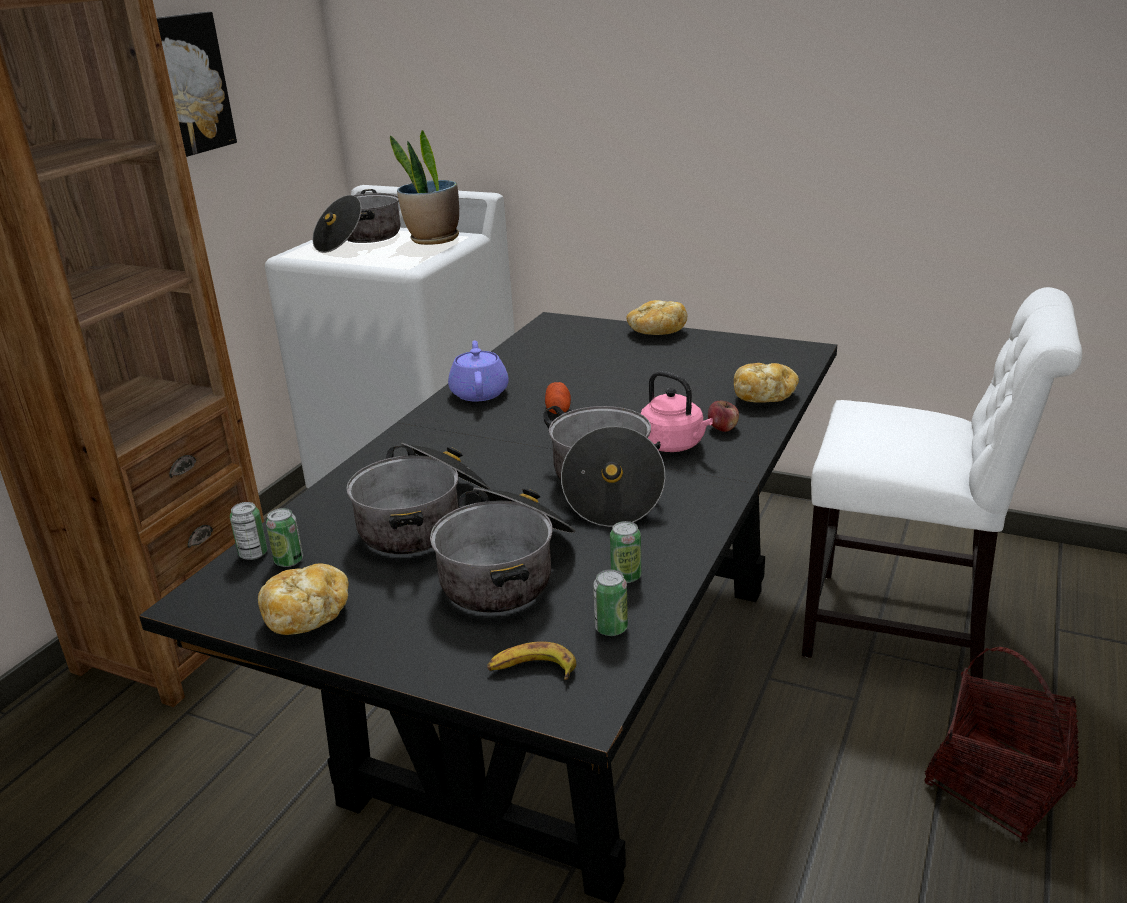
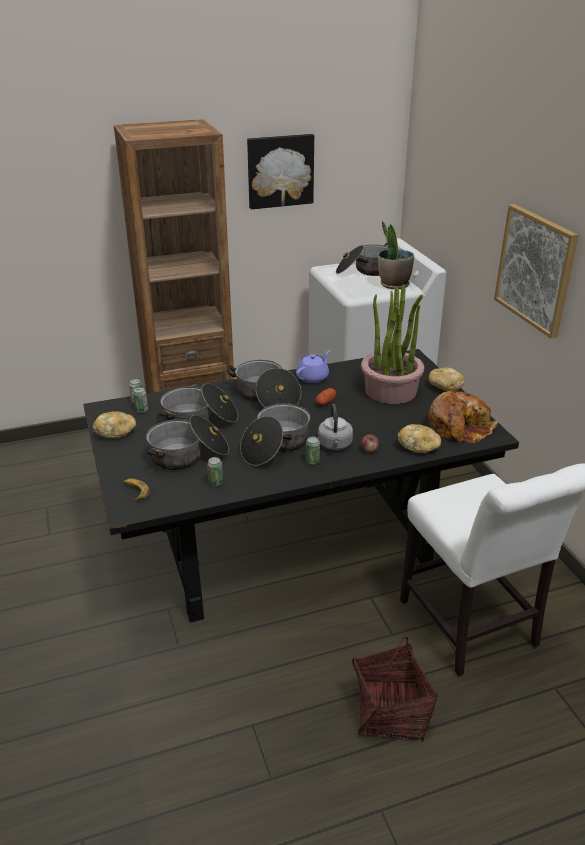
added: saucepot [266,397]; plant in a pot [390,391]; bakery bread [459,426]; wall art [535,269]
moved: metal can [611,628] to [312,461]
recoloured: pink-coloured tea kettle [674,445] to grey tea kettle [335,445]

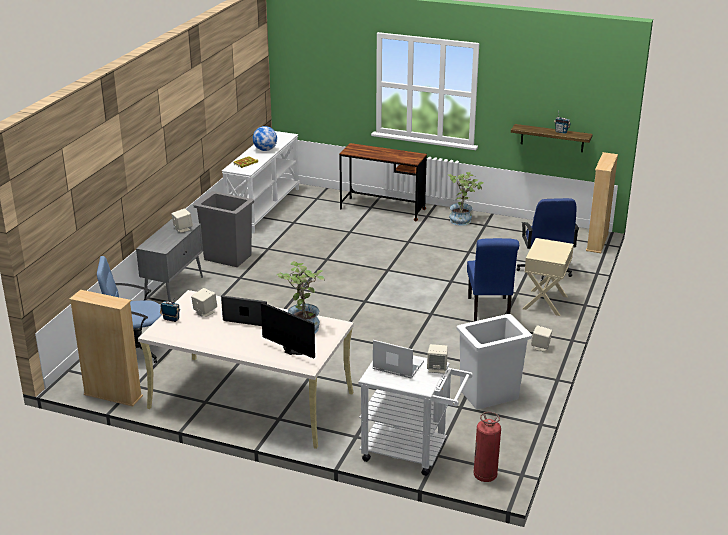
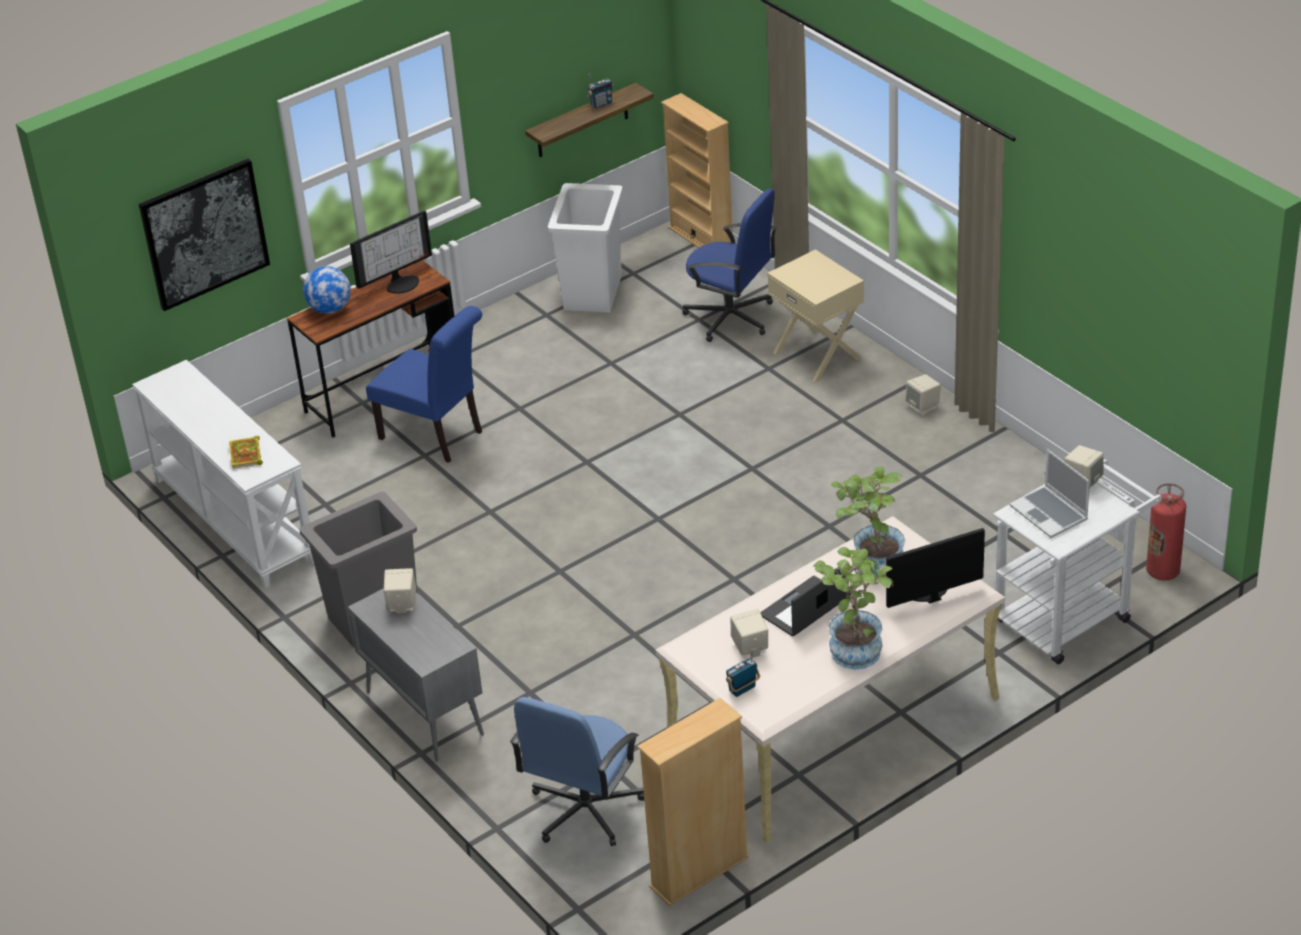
added: wall art [204,233]; computer screen [401,283]
moved: world globe [265,150] to [330,309]; plant in a pot [463,220] to [855,647]; white-coloured trash can [490,395] to [593,292]; blue plain chair [489,312] to [436,436]
turned: portable computer [397,366] = [1050,513] 90 degrees counterclockwise

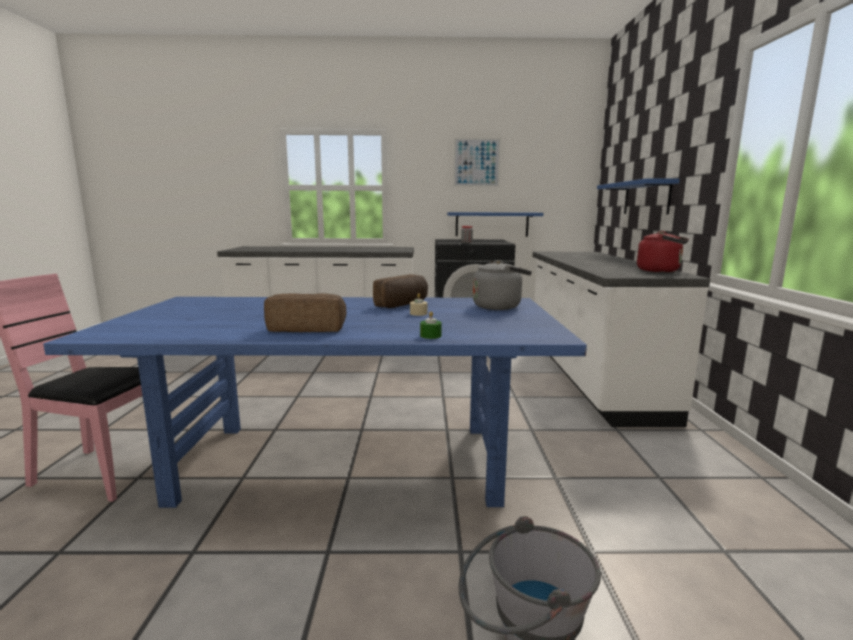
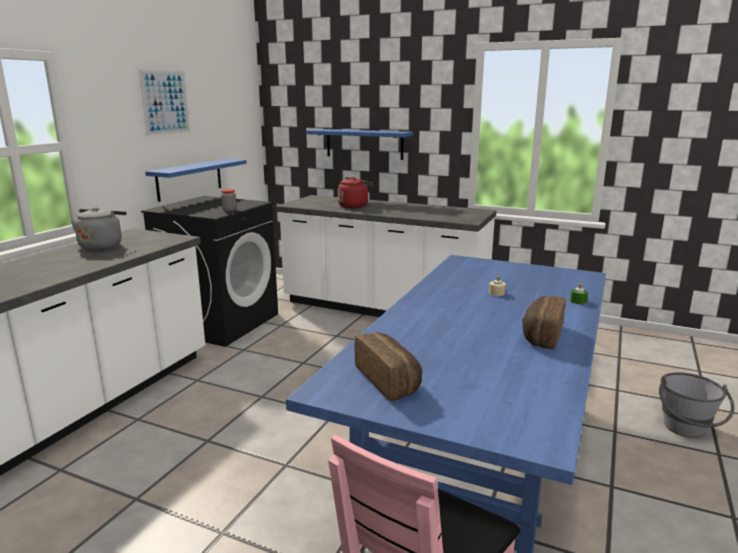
moved: bakery bread [403,304] to [390,380]; grey tea kettle [499,306] to [102,246]; reddish tea kettle [661,271] to [354,206]

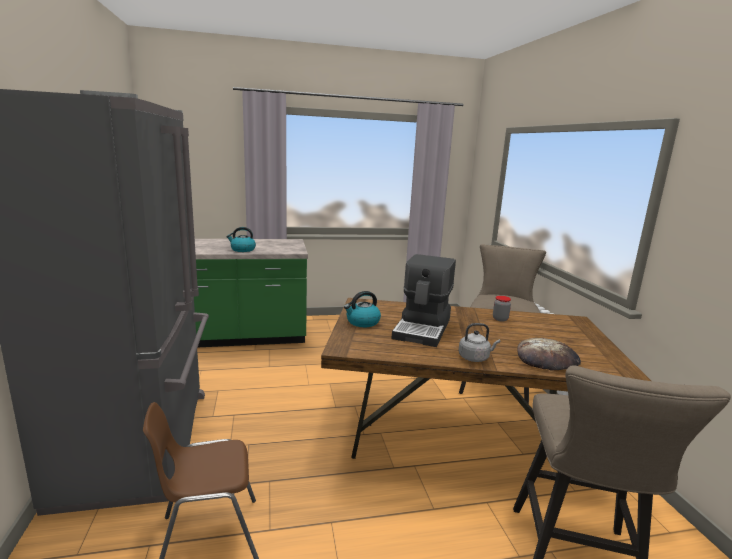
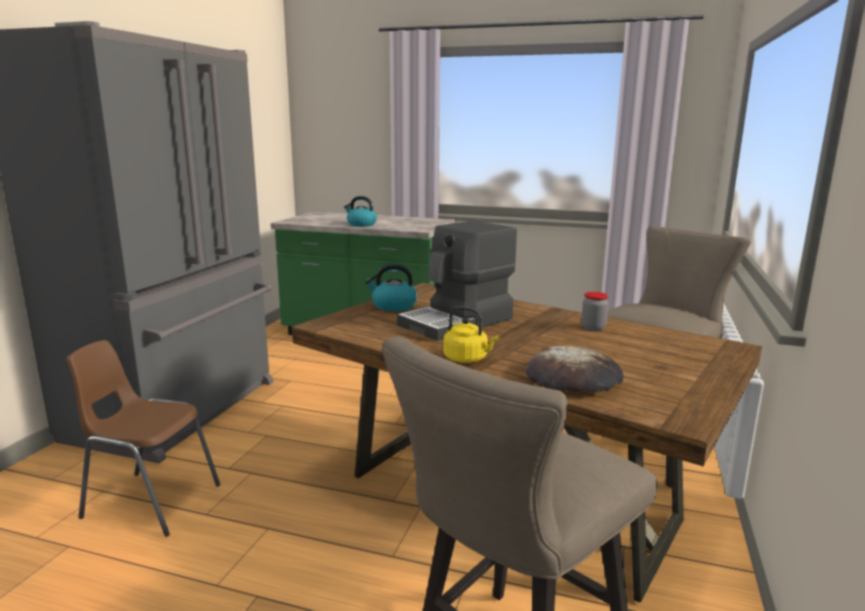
recoloured: grey tea kettle [475,358] to yellowish tea kettle [467,359]

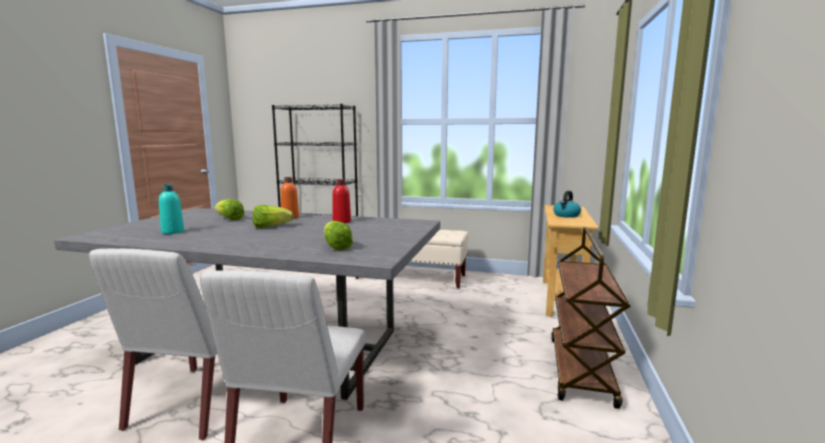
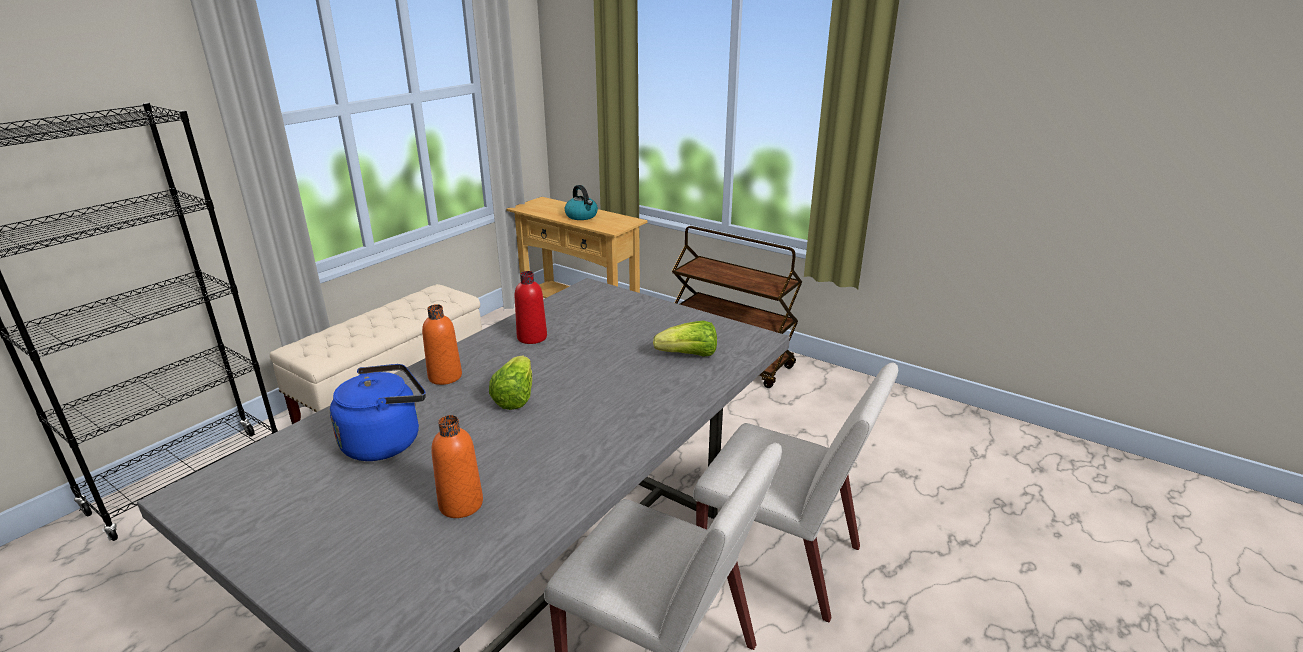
replaced: lettuce head [229,219] to blue tea kettle [386,441]
recoloured: turquoise-coloured drink bottle [173,232] to orange-coloured drink bottle [461,504]

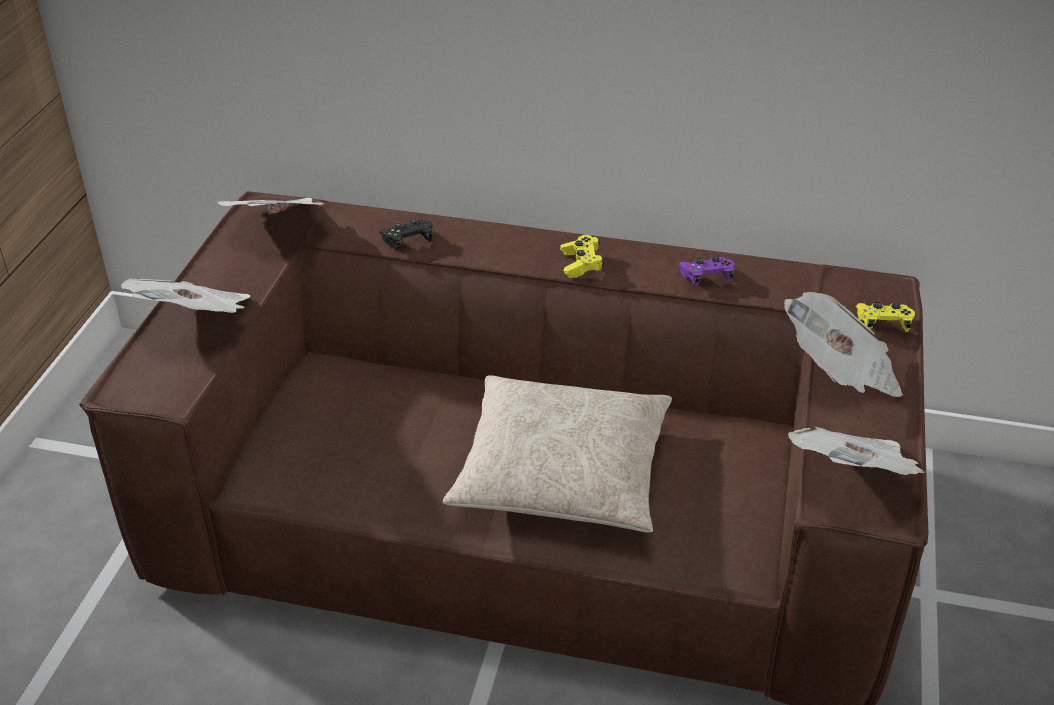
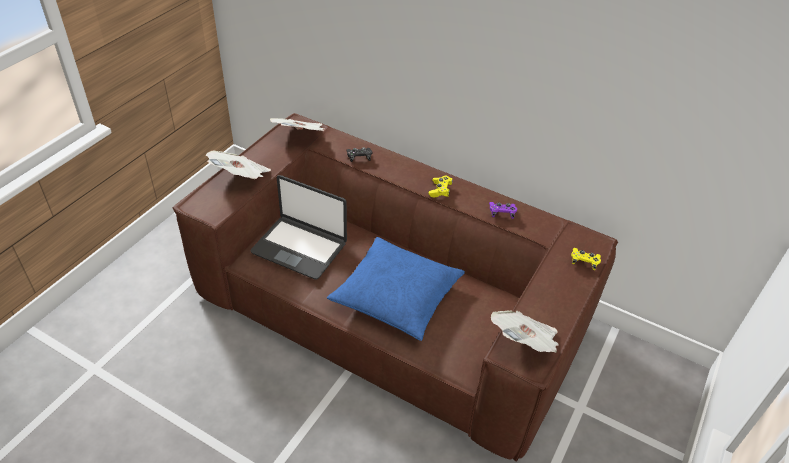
removed: printed paper [840,372]
added: portable computer [300,247]
recoloured: beige-coloured throw pillow [562,471] to blue throw pillow [396,295]

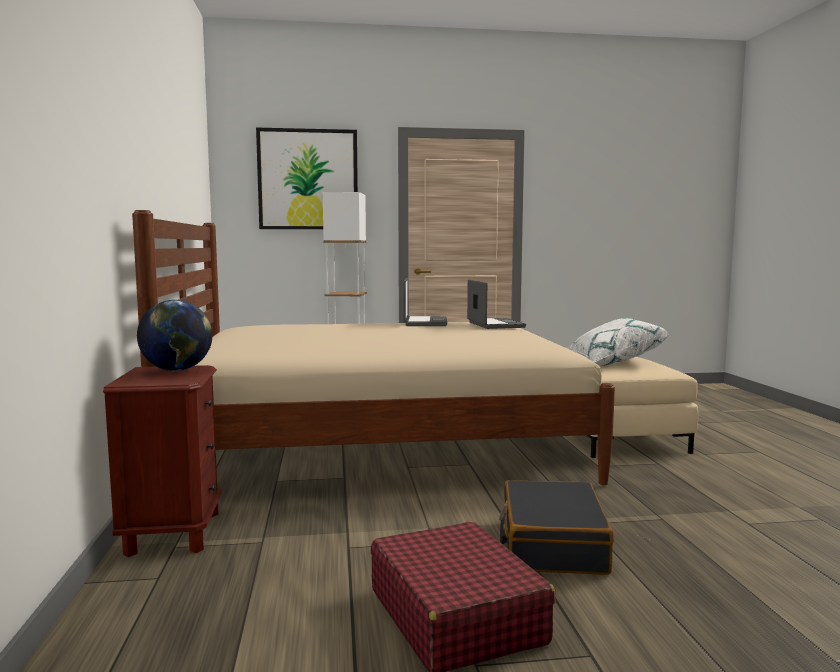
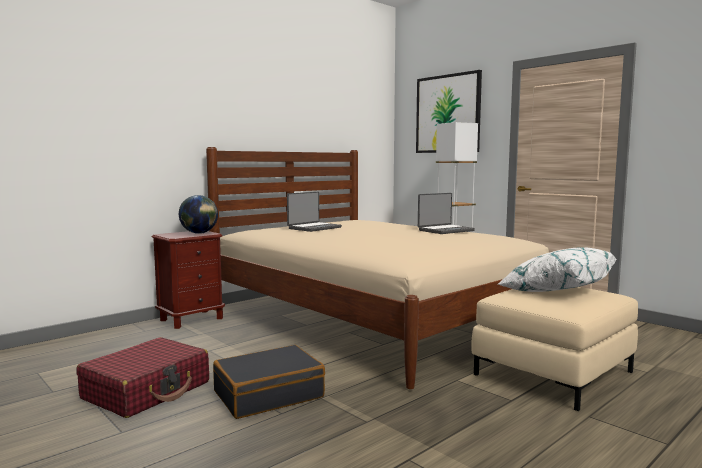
moved: portable computer [494,325] to [314,228]

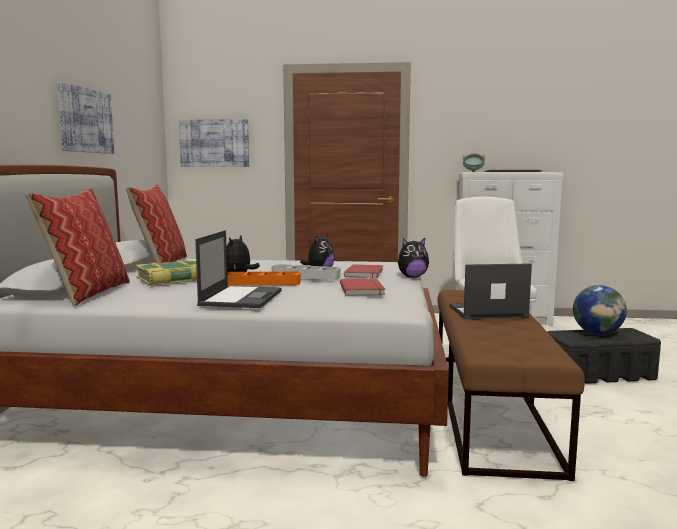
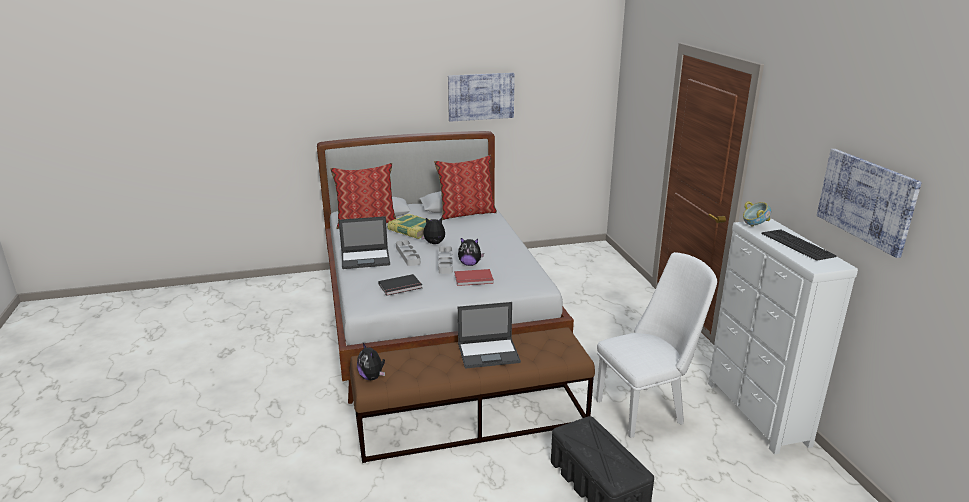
removed: world globe [597,333]
moved: wall art [214,143] to [866,200]; soft toy [412,277] to [372,377]
recoloured: orange-coloured serving tray [262,283] to grey serving tray [408,255]; reddish book [363,289] to black-coloured book [401,287]
turned: portable computer [486,311] = [489,353] 105 degrees clockwise

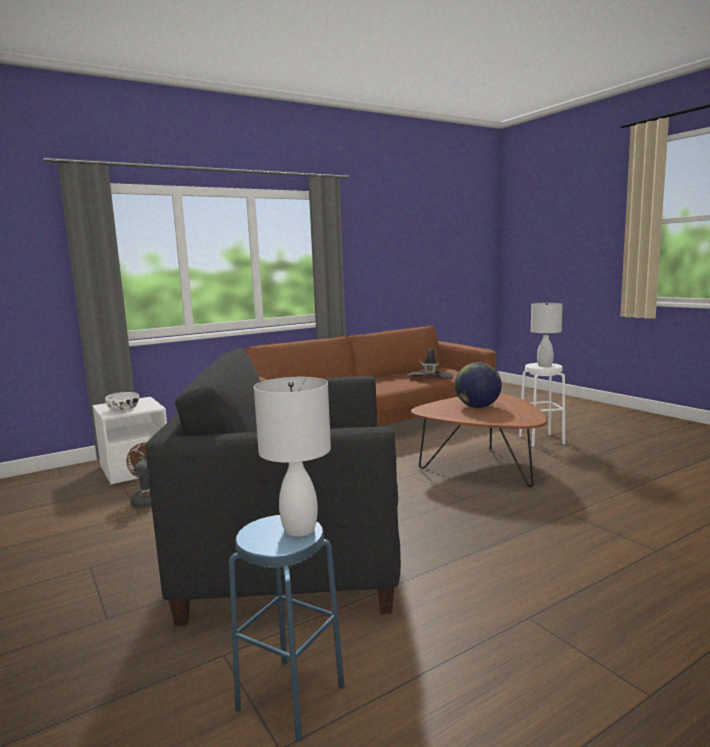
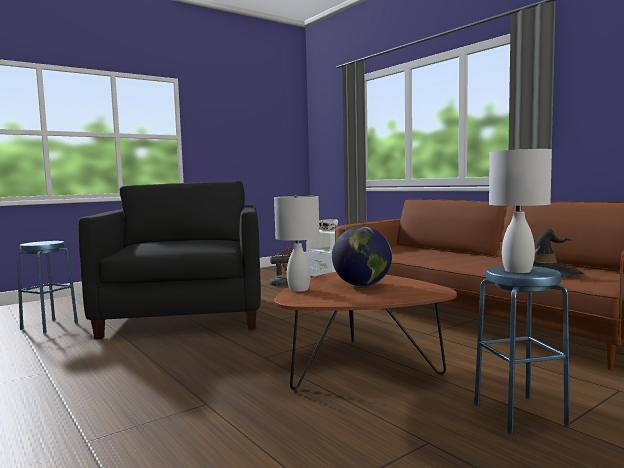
moved: white-coloured lamp for a table [299,530] to [298,289]
recoloured: white-coloured stool [541,440] to blue stool [520,413]

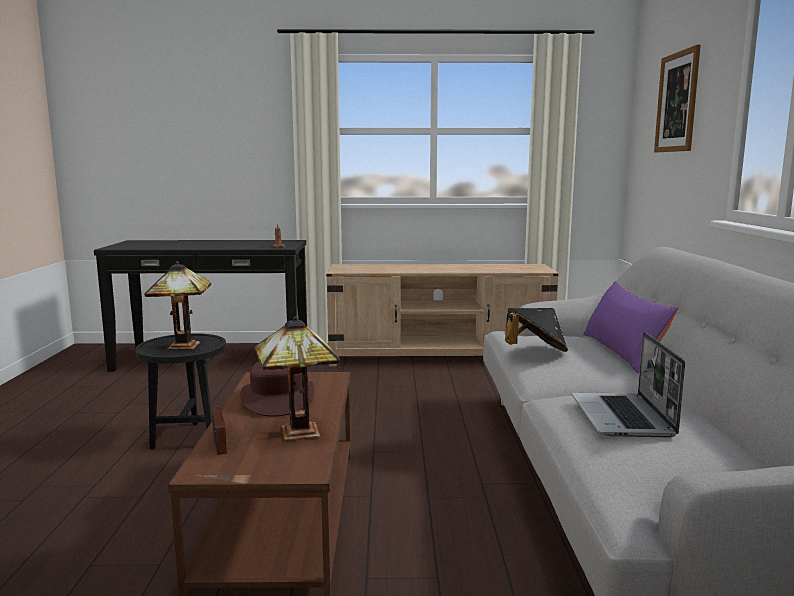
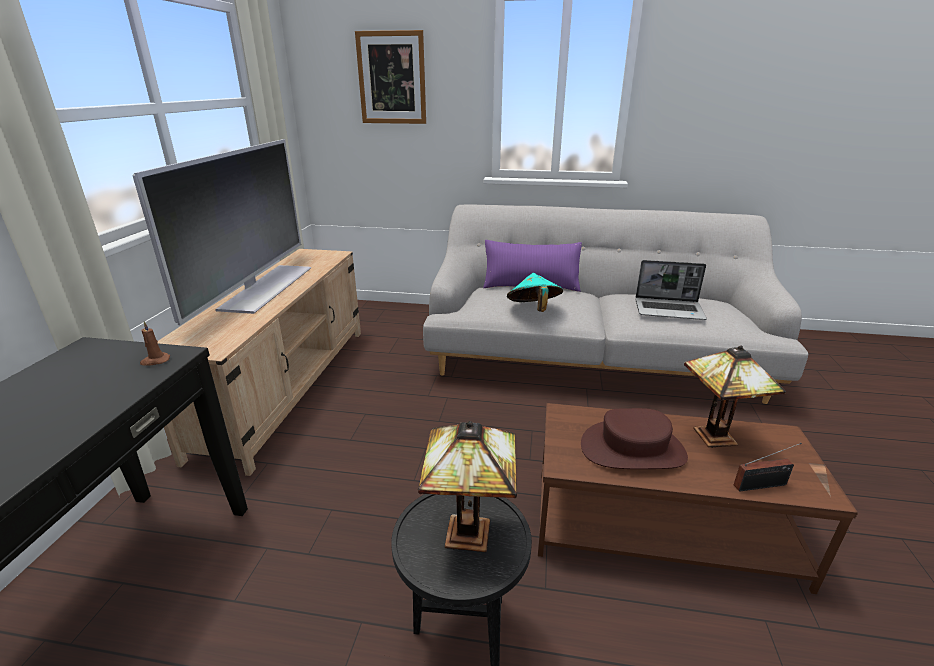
added: TV set [265,287]
recoloured: black-coloured hat [535,351] to turquoise-coloured hat [533,310]

